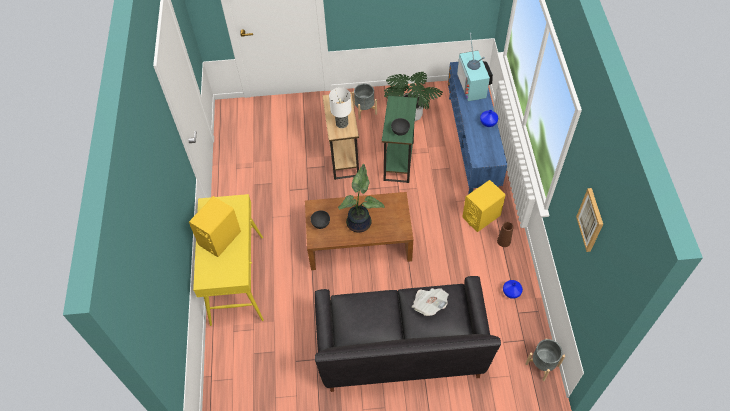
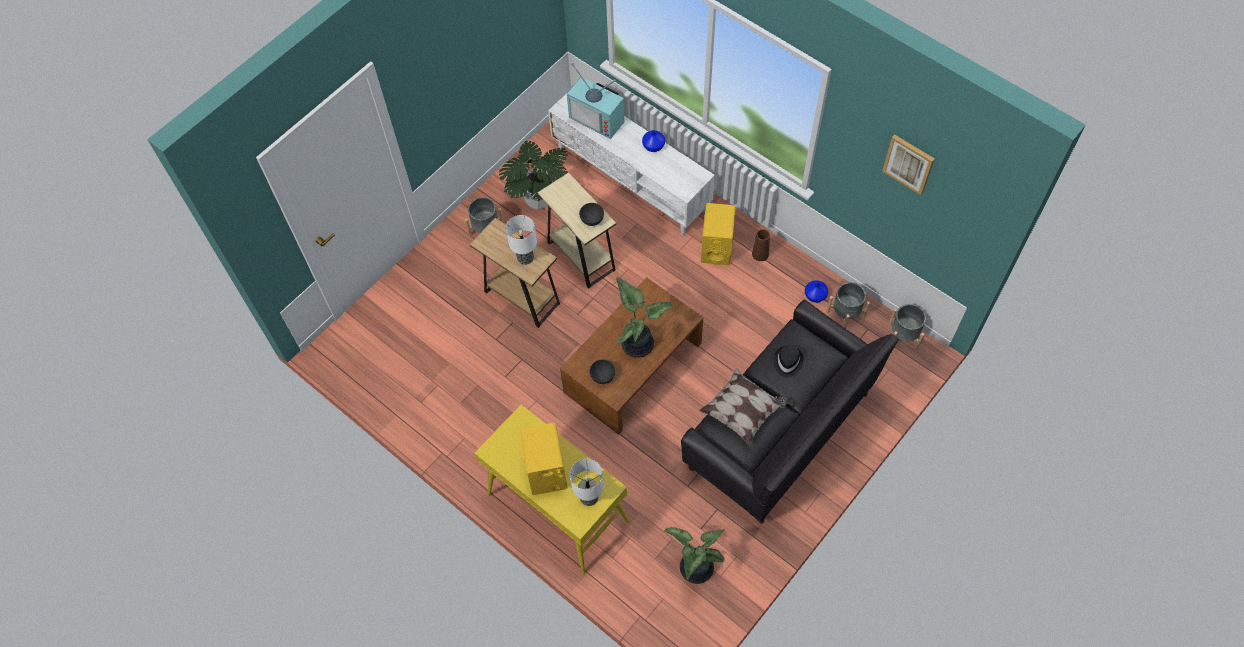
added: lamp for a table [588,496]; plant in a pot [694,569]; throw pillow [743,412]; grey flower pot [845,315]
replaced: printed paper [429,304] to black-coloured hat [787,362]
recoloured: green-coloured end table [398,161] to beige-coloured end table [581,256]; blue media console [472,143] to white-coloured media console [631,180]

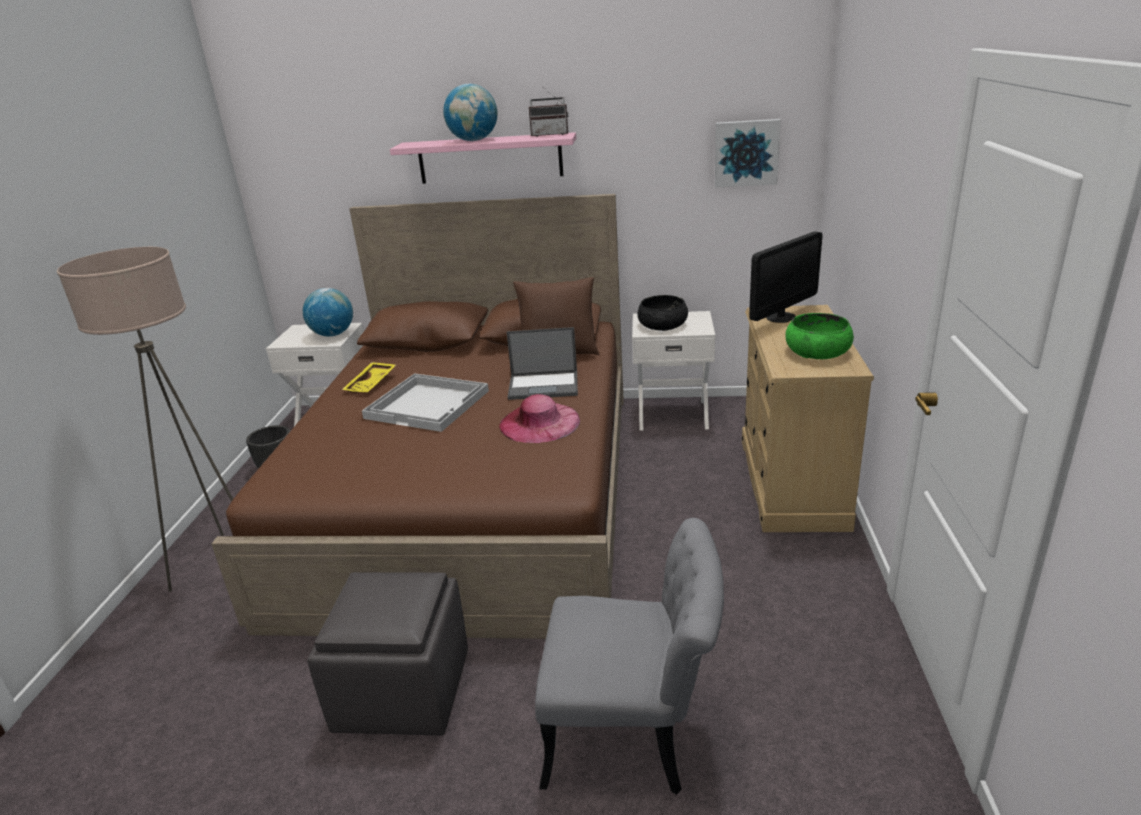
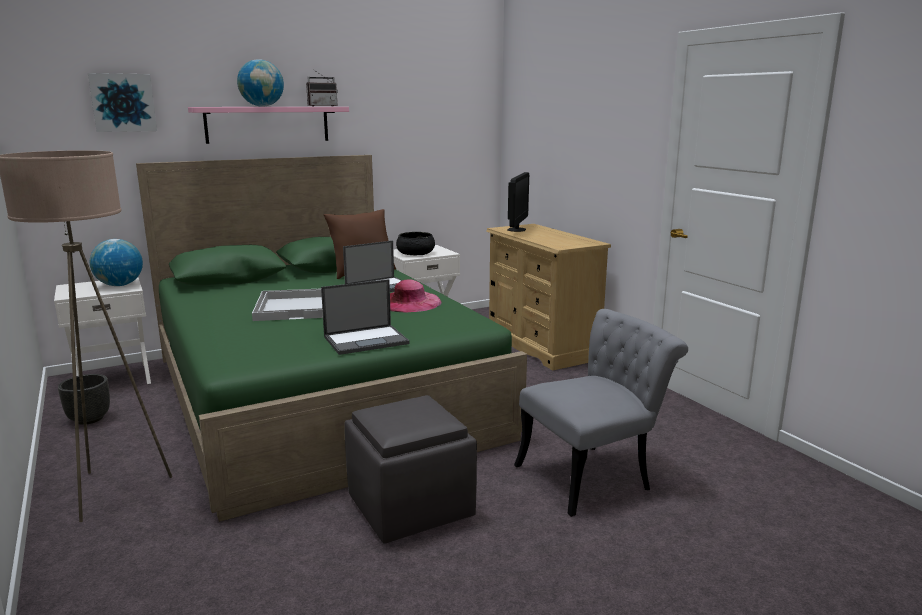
removed: yellowish serving tray [372,384]; green-coloured serving bowl [817,351]
added: portable computer [367,340]
moved: wall art [746,153] to [123,102]
recoloured: brownish bed [474,493] to green-coloured bed [320,394]

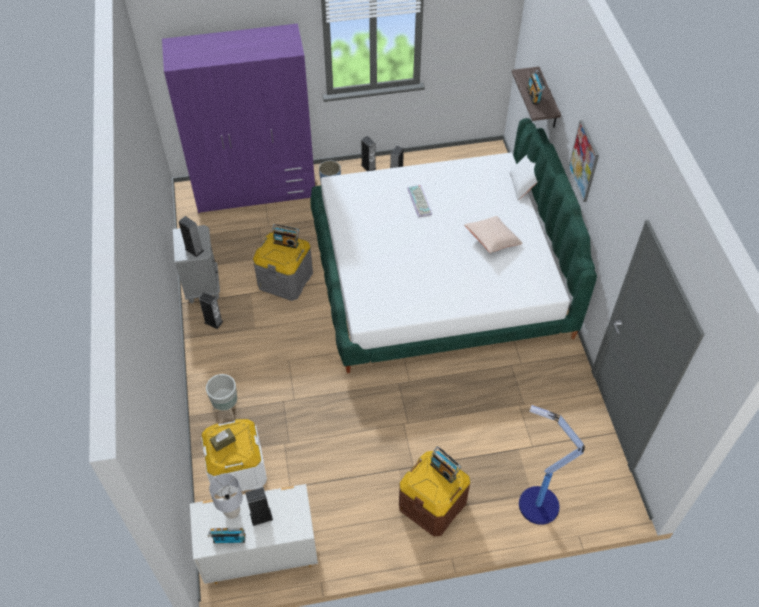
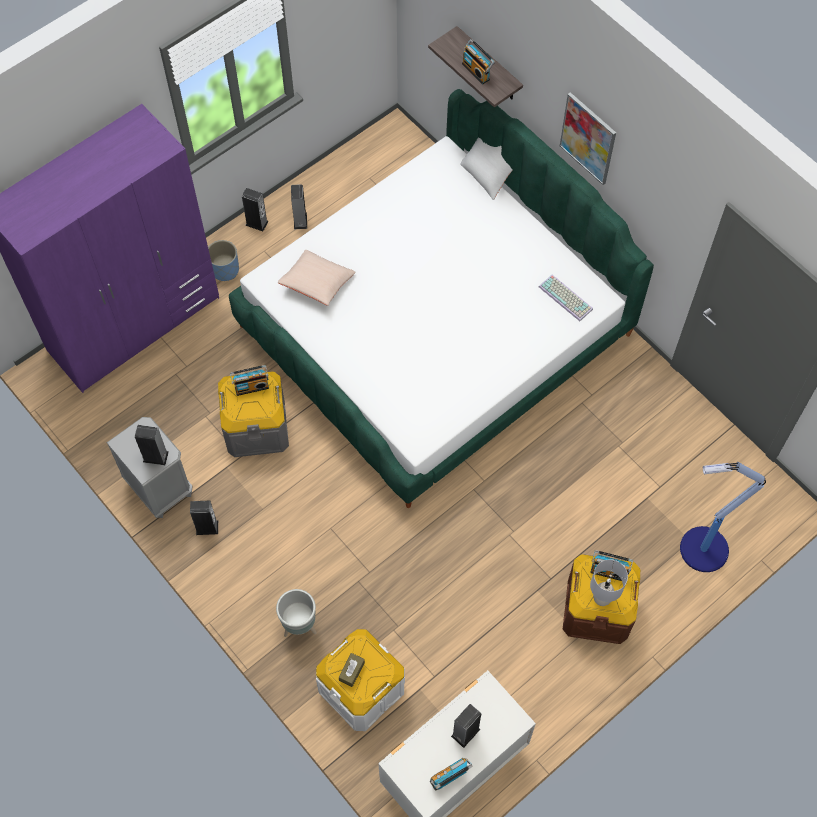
moved: grey lamp for a table [232,512] to [602,598]; keyboard [420,201] to [567,298]; beige-coloured throw pillow [492,240] to [317,283]

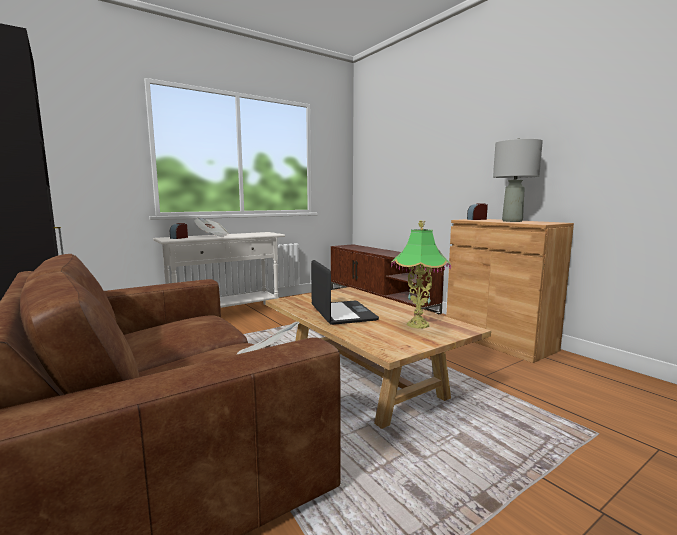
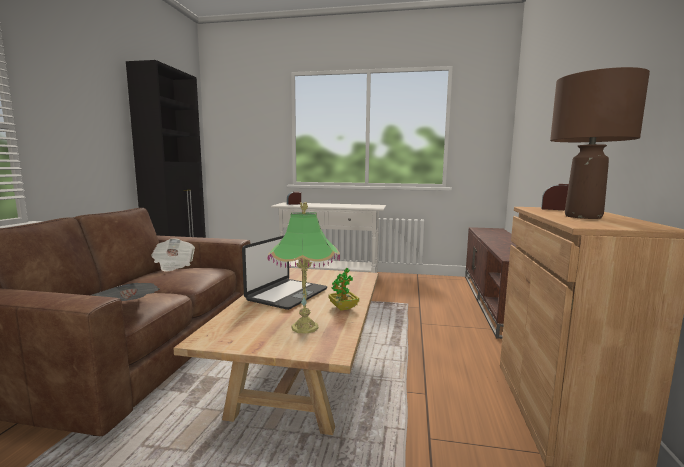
added: plant in a pot [343,308]
moved: printed paper [212,236] to [174,265]
recoloured: grey lamp for a table [512,221] to brownish lamp for a table [583,217]

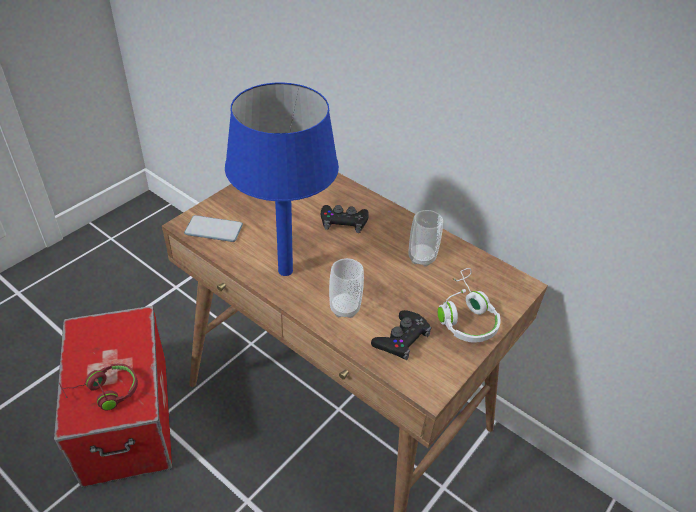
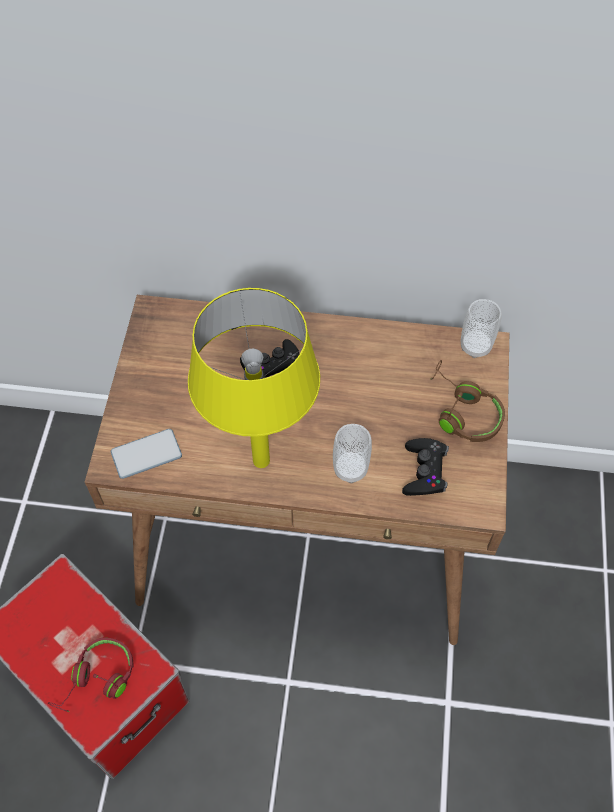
moved: cup [421,257] to [475,346]
recoloured: blue lamp for a table [284,271] to yellowish lamp for a table [260,461]; white-coloured headphones [465,316] to brownish headphones [461,411]

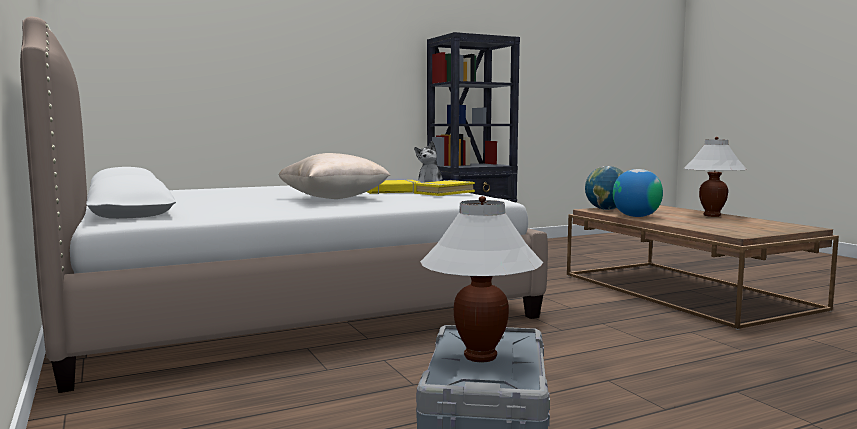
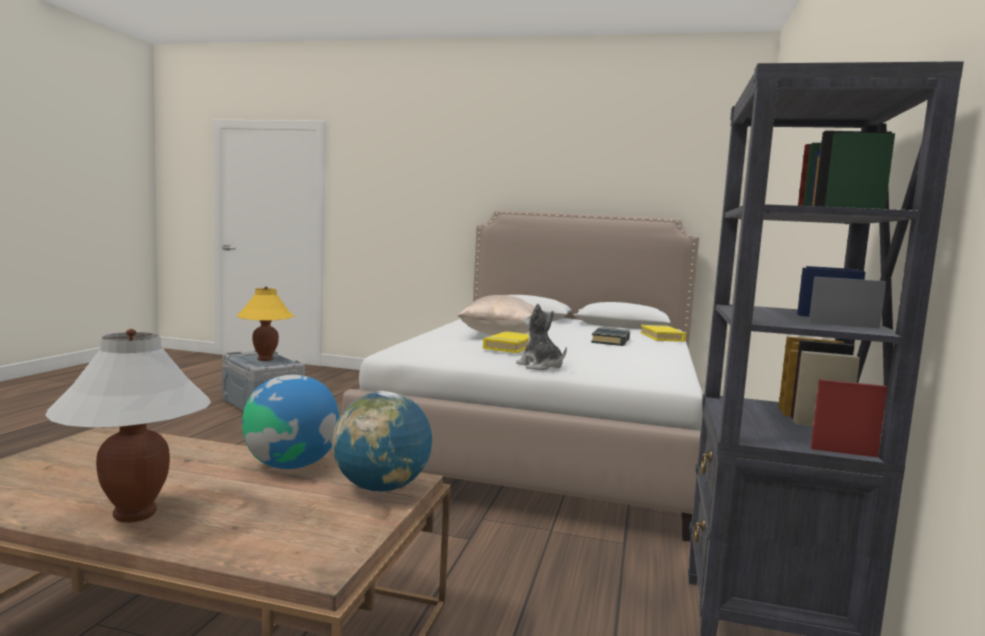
added: black-coloured book [611,341]
moved: yellowish book [444,193] to [662,337]
recoloured: white-coloured lamp for a table [481,357] to yellowish lamp for a table [265,359]

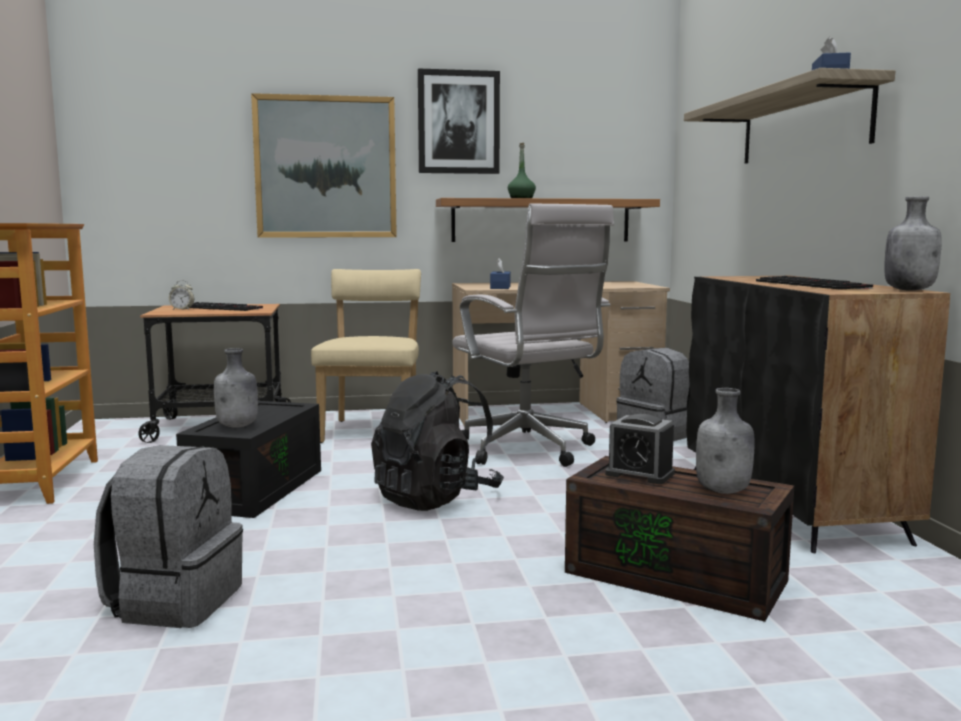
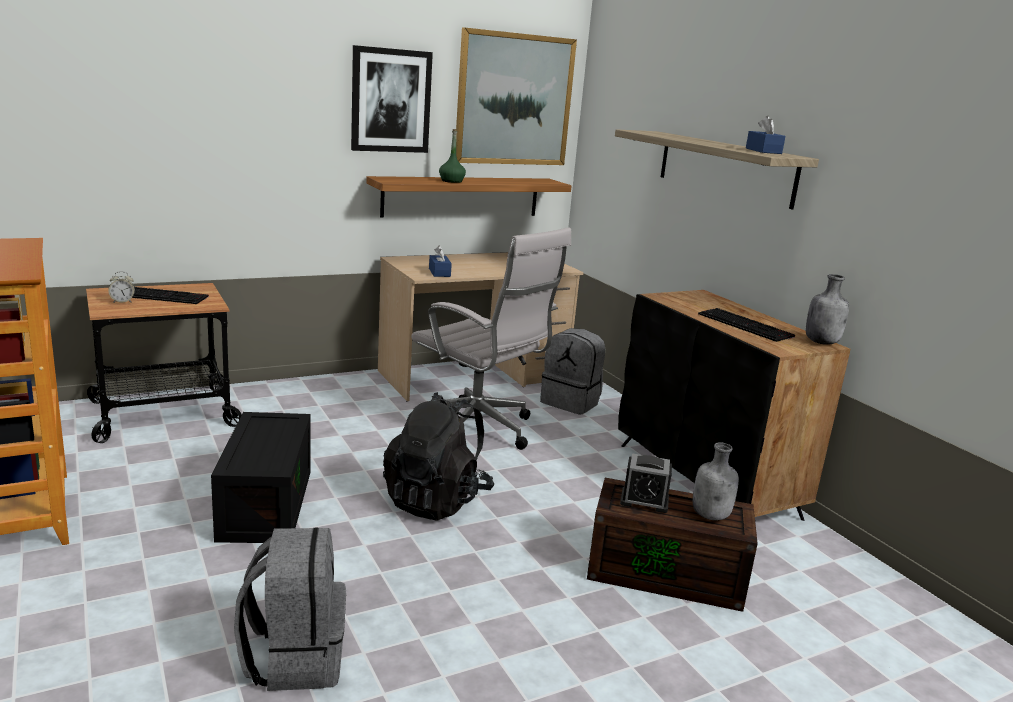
removed: grey drink bottle [238,426]; beige-coloured plain chair [373,430]
moved: wall art [326,167] to [514,100]

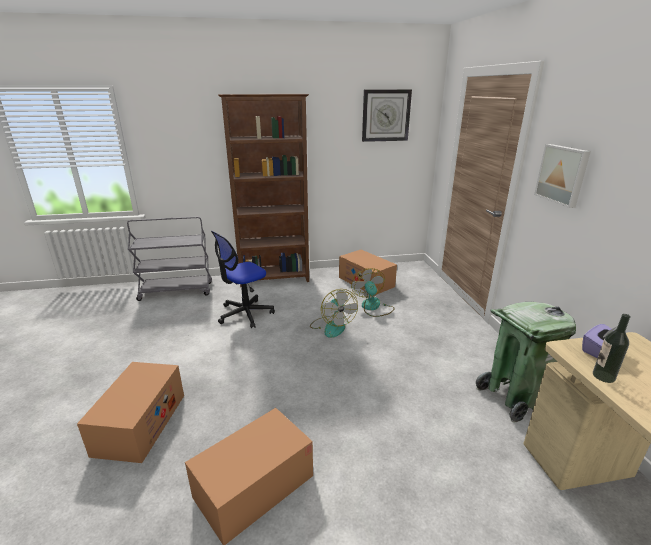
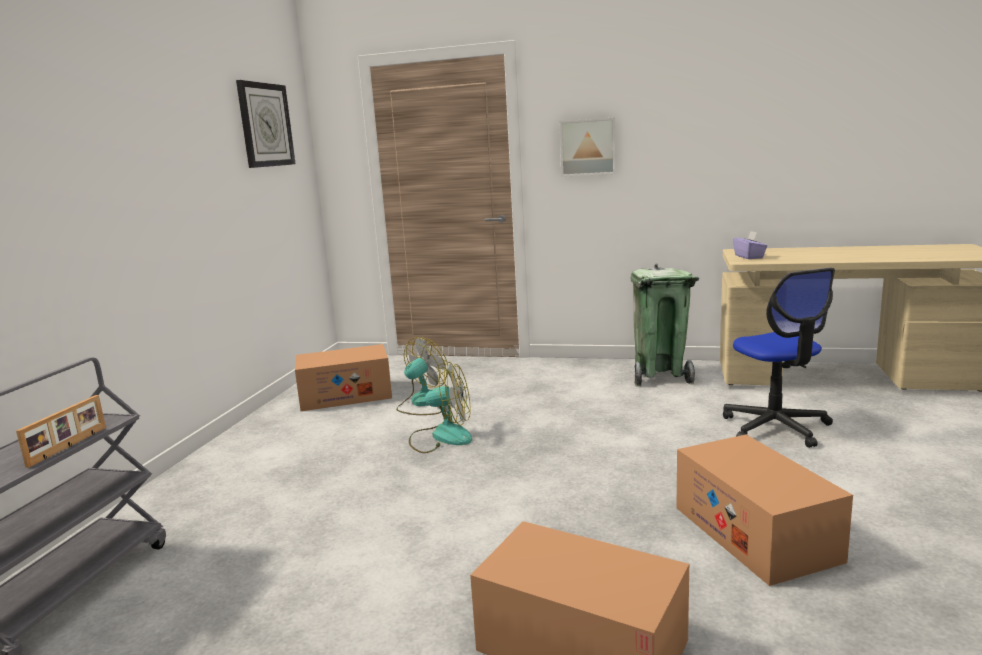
removed: brownish bookcase [275,278]; drink bottle [603,376]
added: picture frame [69,446]
moved: computer chair [245,314] to [776,427]
turned: cooling fan [373,307] = [423,403] 120 degrees clockwise

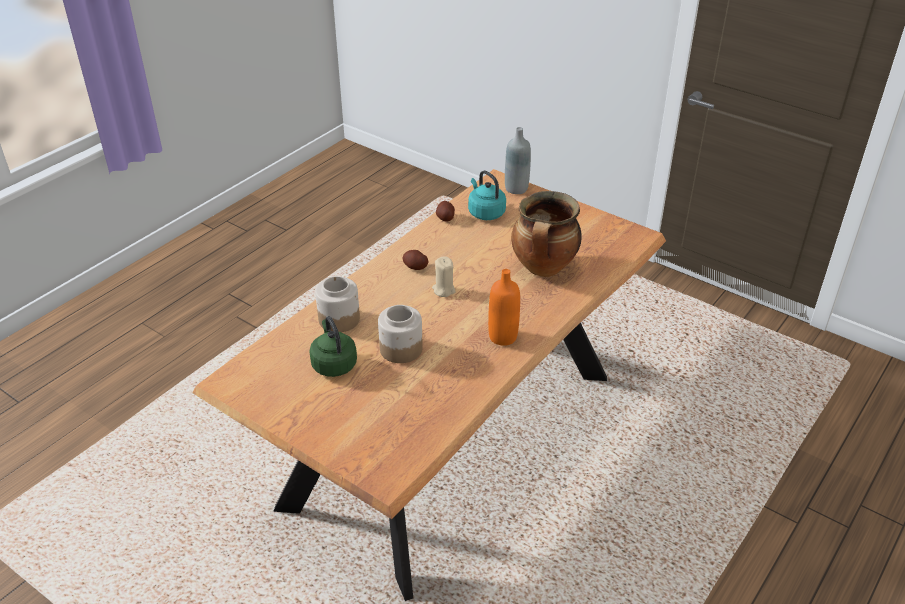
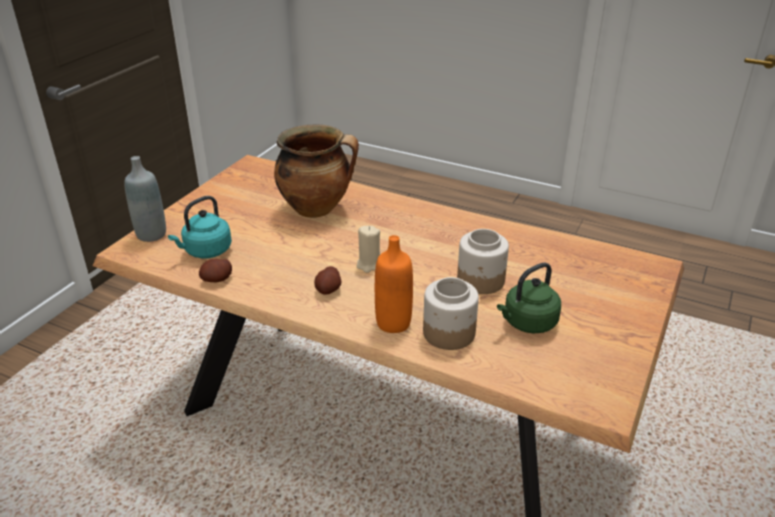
moved: orange-coloured drink bottle [503,337] to [393,323]

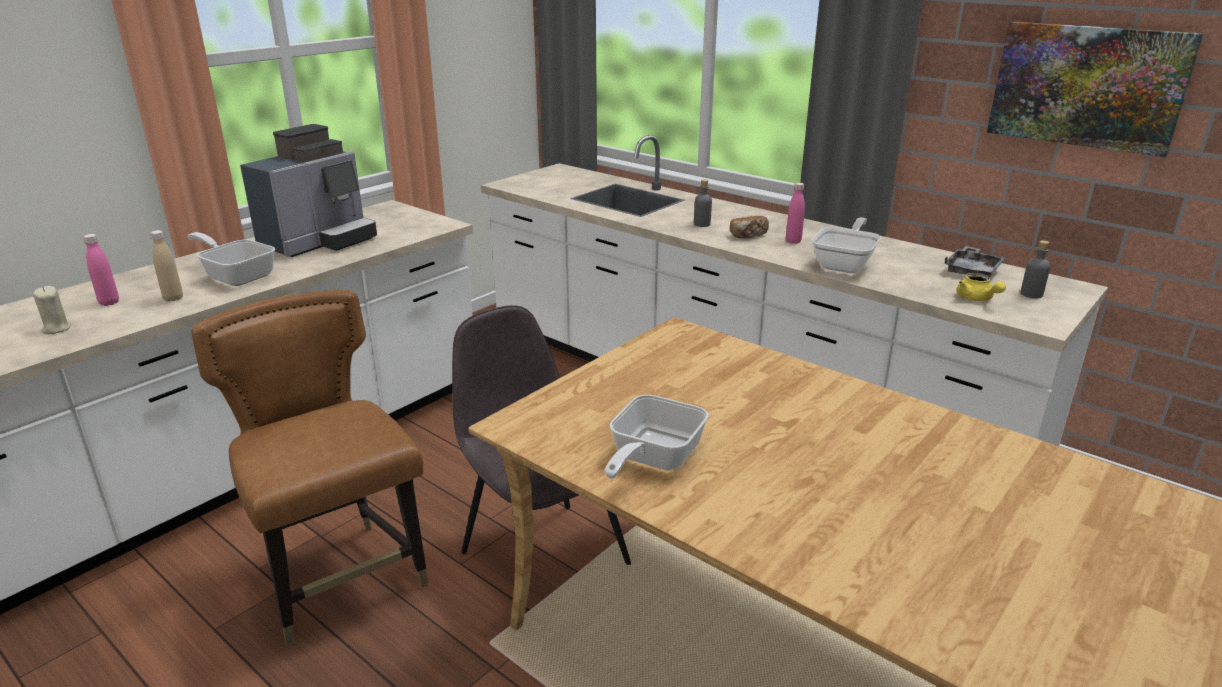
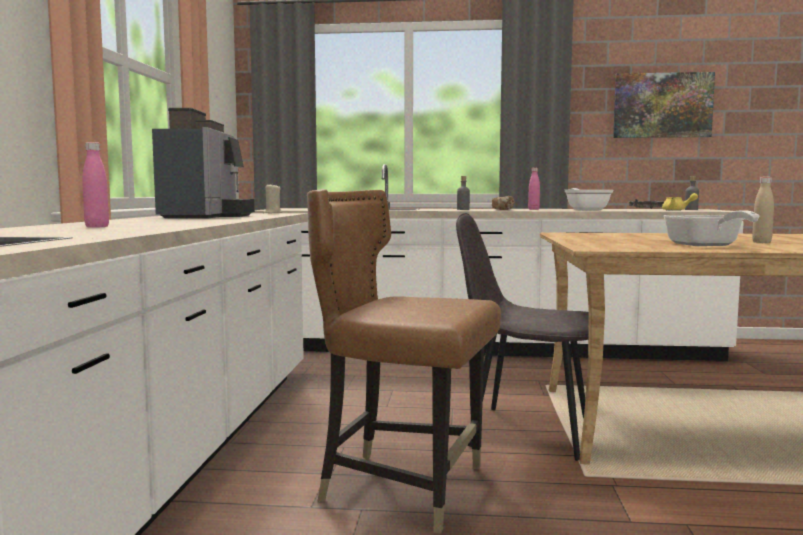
removed: skillet [237,275]
moved: beige-coloured wax light [56,329] to [272,213]; beige-coloured drink bottle [173,298] to [761,242]

